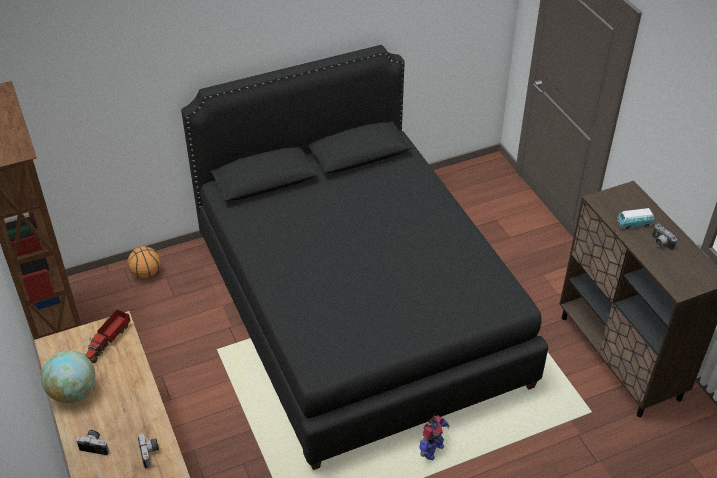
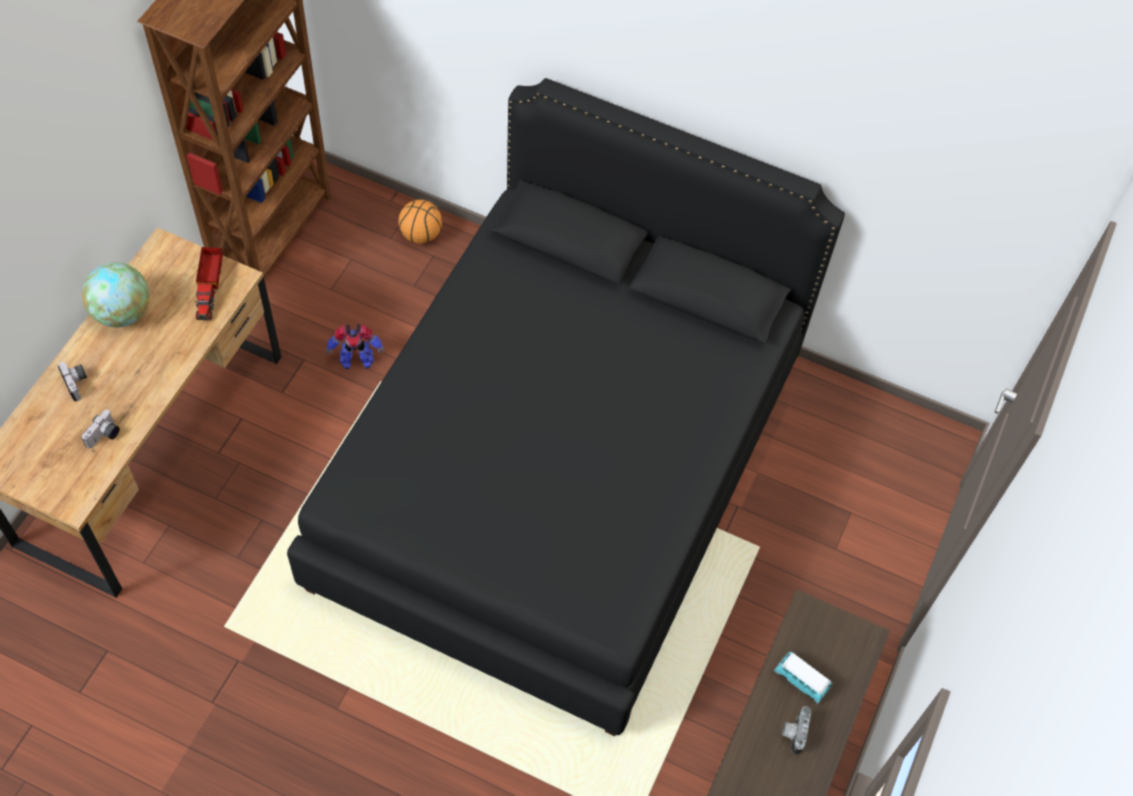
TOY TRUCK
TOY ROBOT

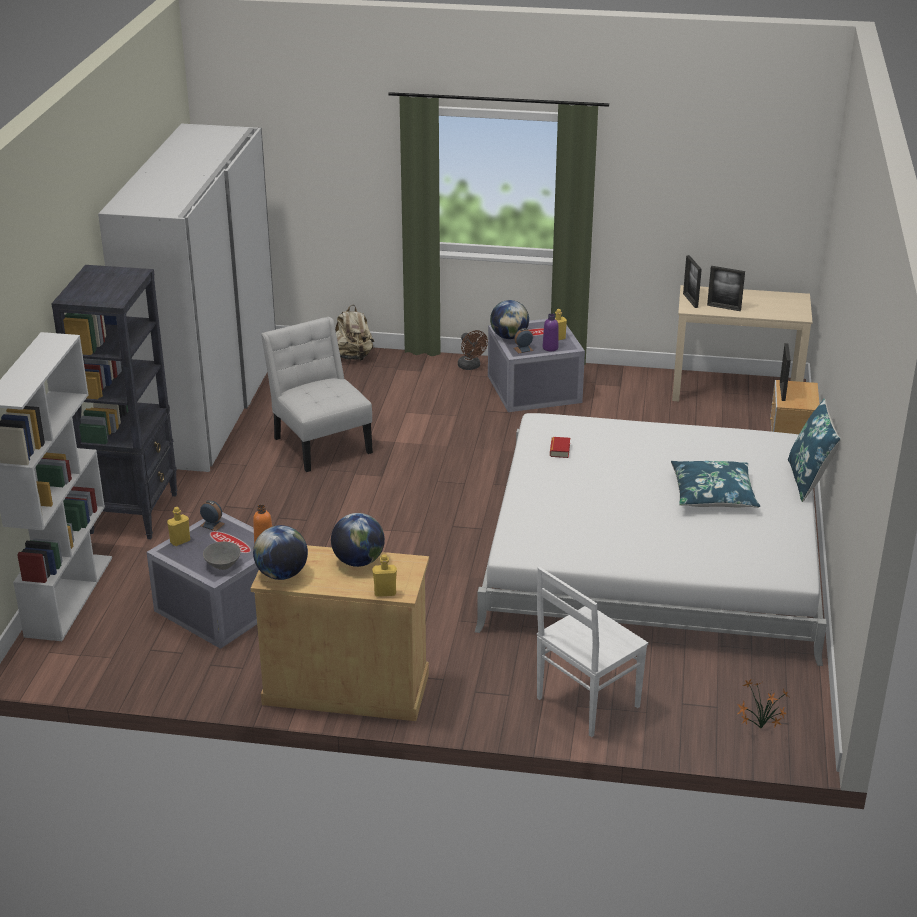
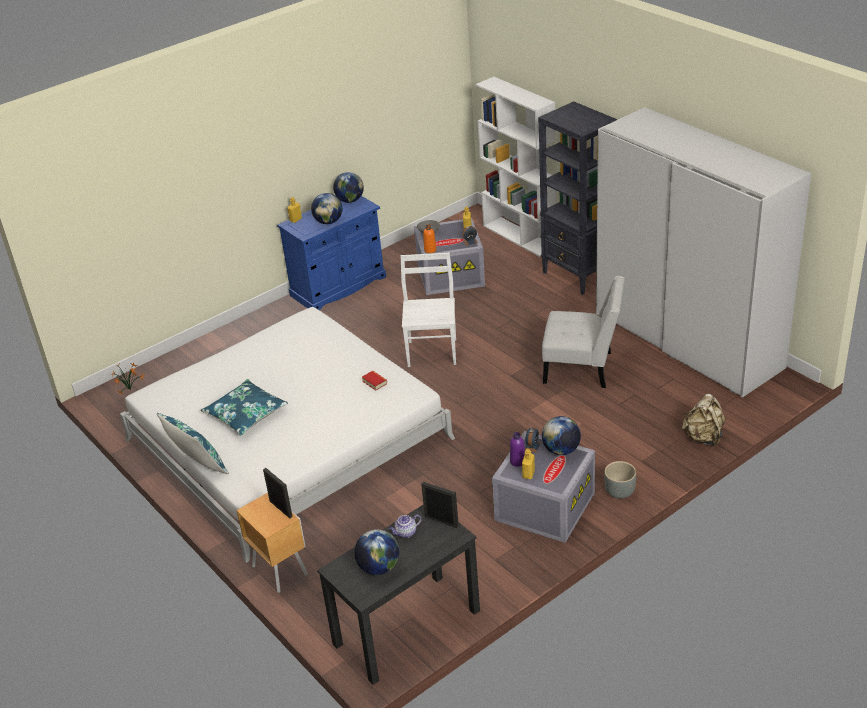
BLUE CABINET
GREY PLANTER
WHITE CHAIR (1st from left)
BLACK DESK
TEAPOT
GLOBE (3rd from left)

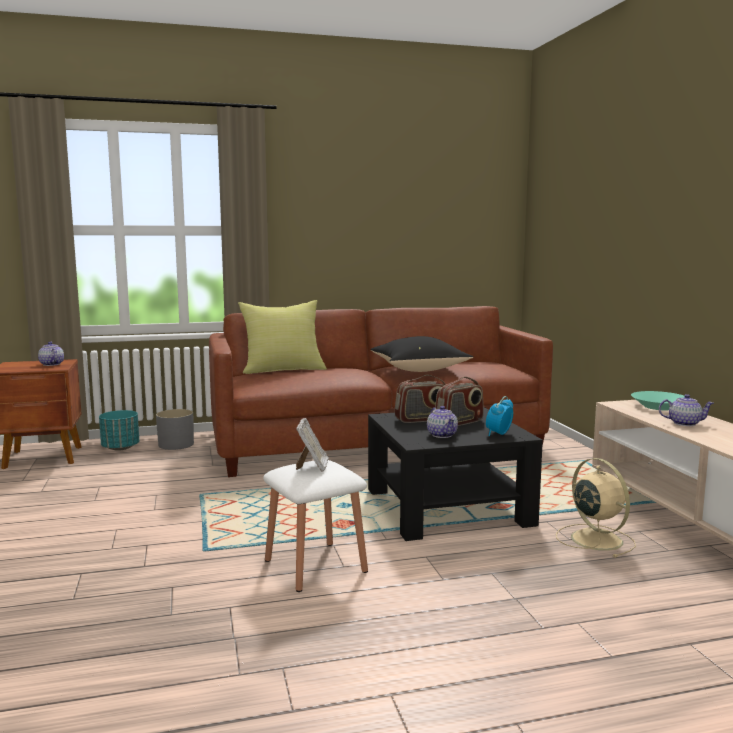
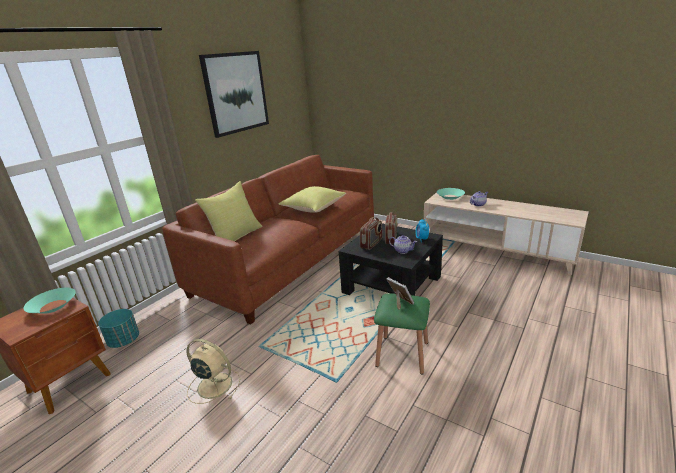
TURQUOISE BOWL (1st from left)
GREY PLANTER
GREEN STOOL
YELLOW PILLOW (2nd from left)
BEIGE FAN
PICTURE

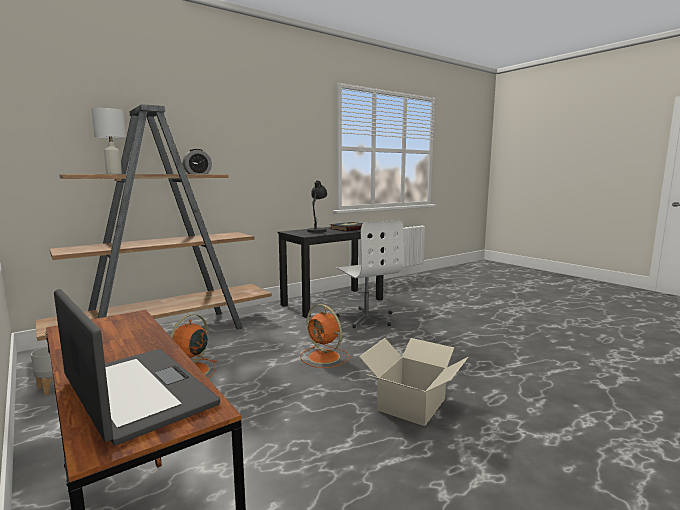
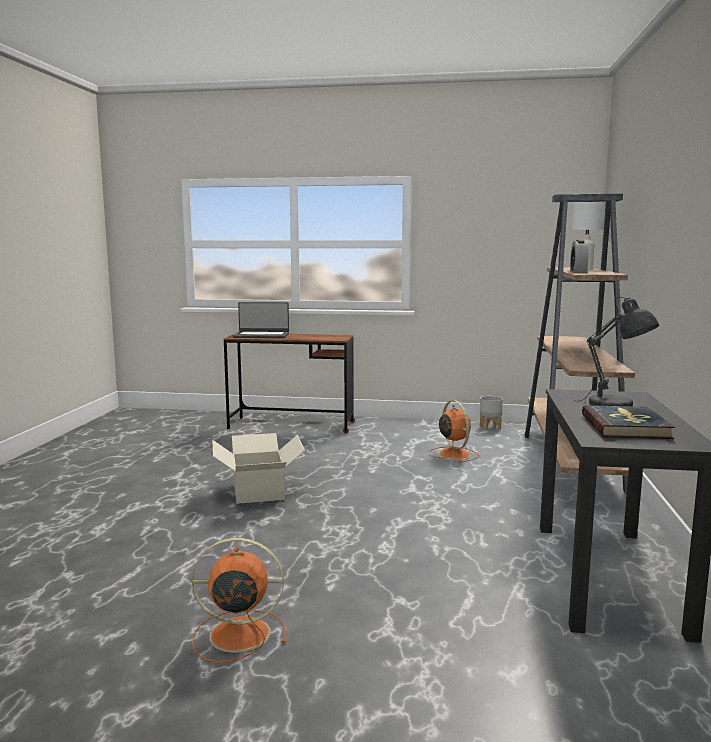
ORANGE FAN (1st from left)
WHITE OFFICE CHAIR

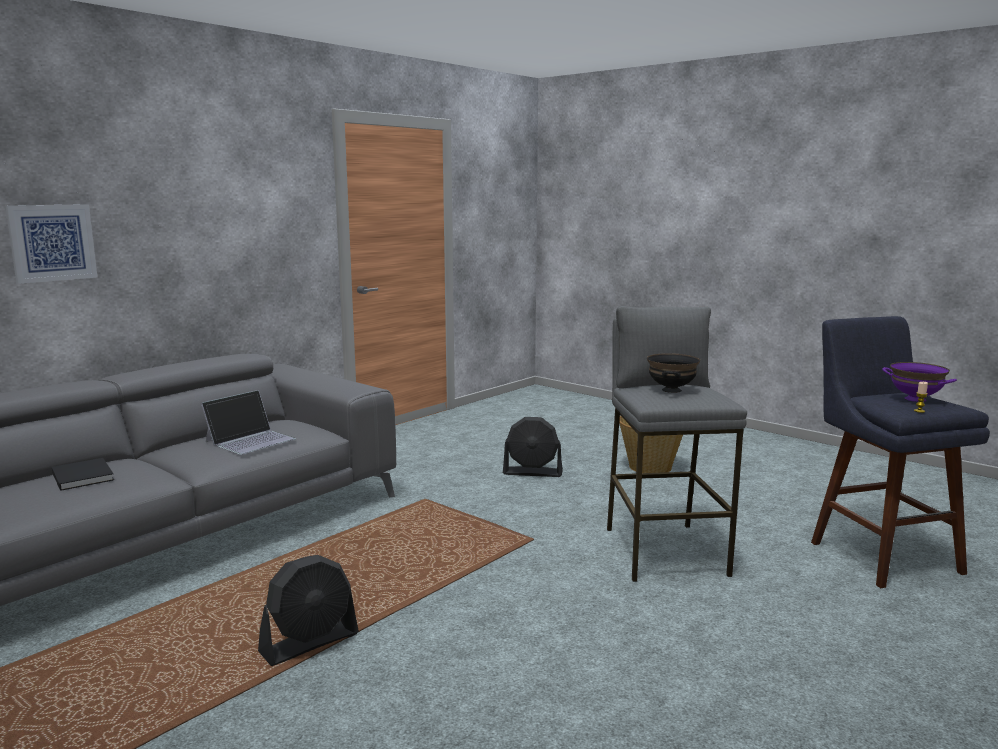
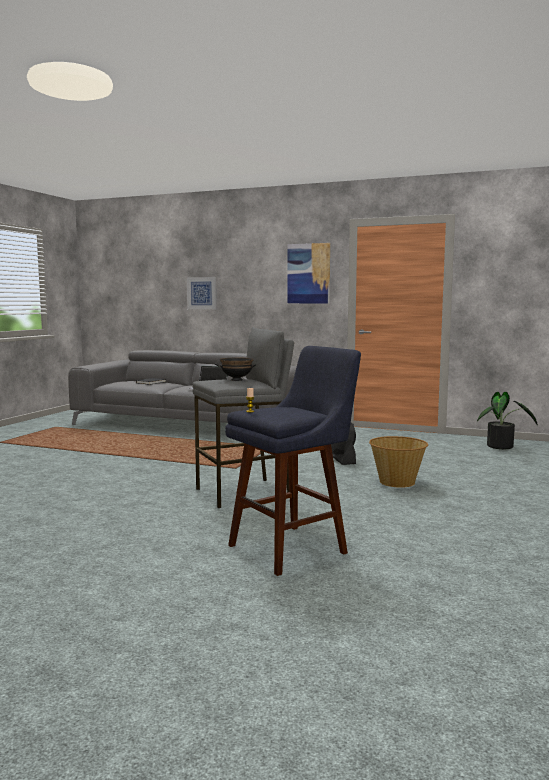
BLACK FAN (1st from left in the first image)
PURPLE BOWL
PICTURE (2nd from left)
POTTED PLANT

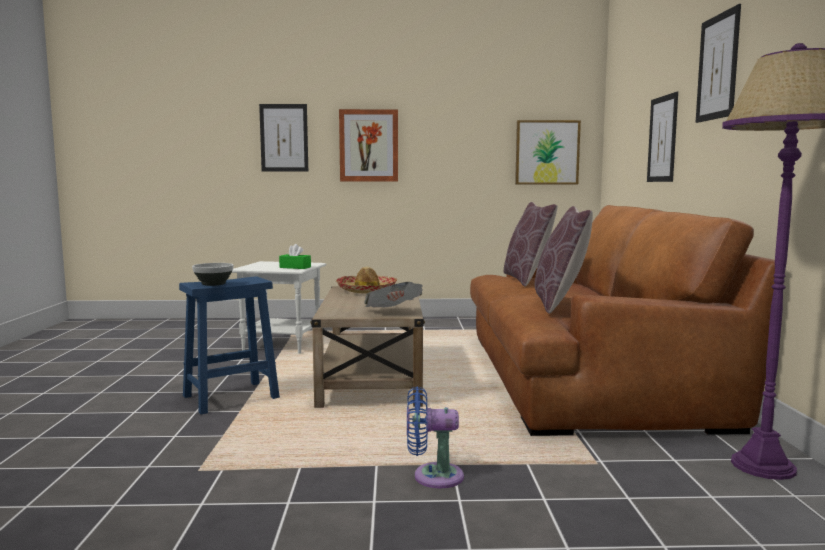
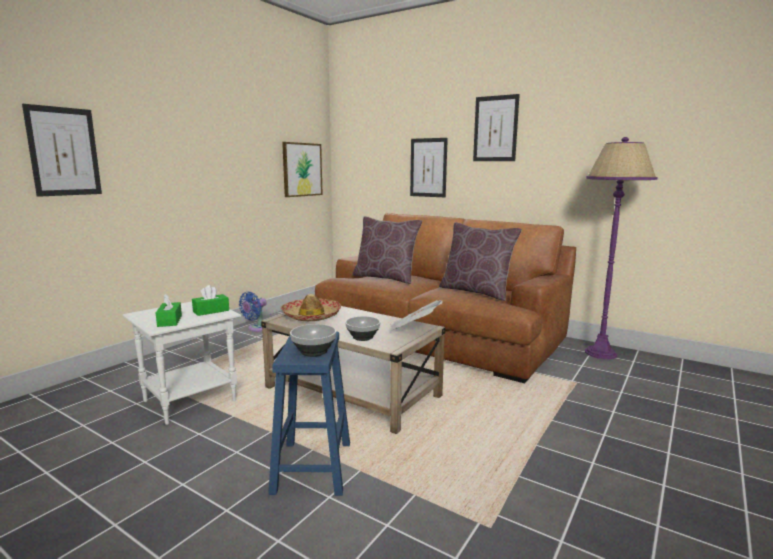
PICTURE (2nd from left in the first image)
BLUE FAN
GREEN TISSUE BOX (1st from left)
BOWL (2nd from left)

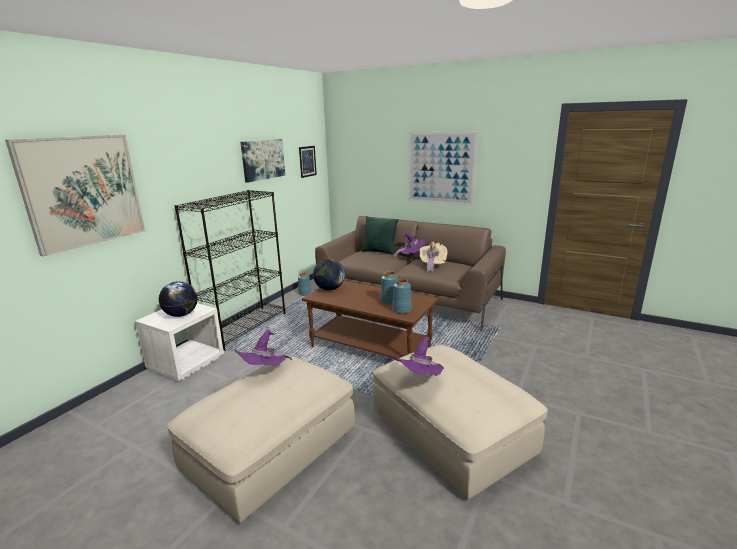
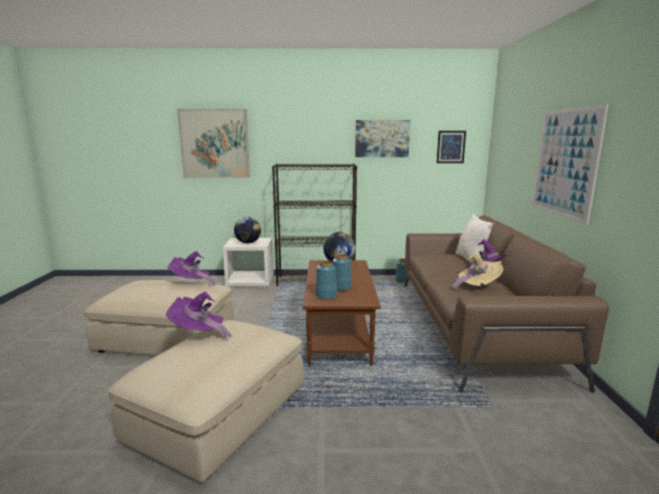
WHITE PILLOW

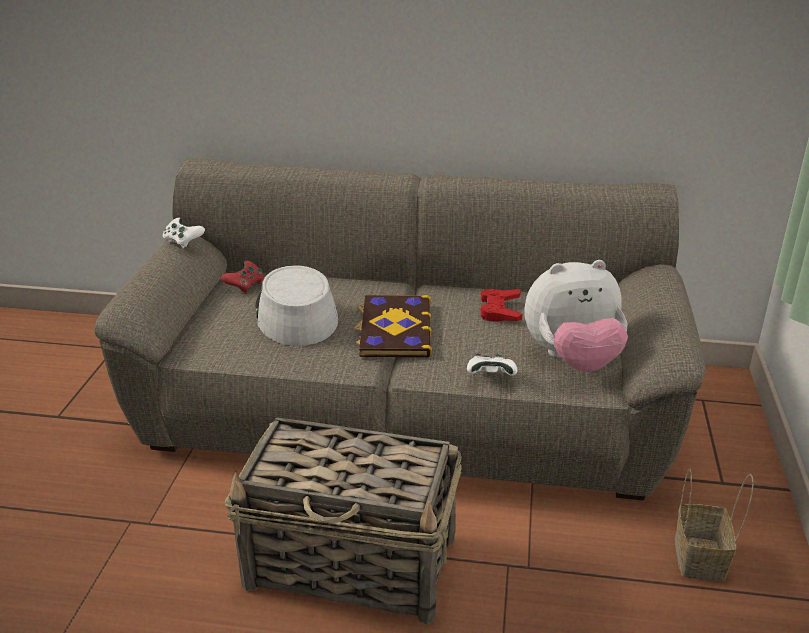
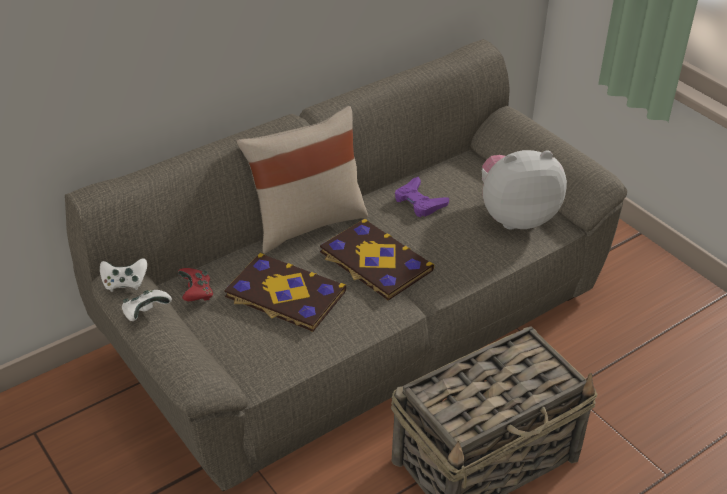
BOOK (1st from left)
WHITE GAME CONTROLLER (2nd from left)
PURPLE GAME CONTROLLER
PLUSH TOY
BASKET (2nd from left in the first image)
BEIGE PILLOW

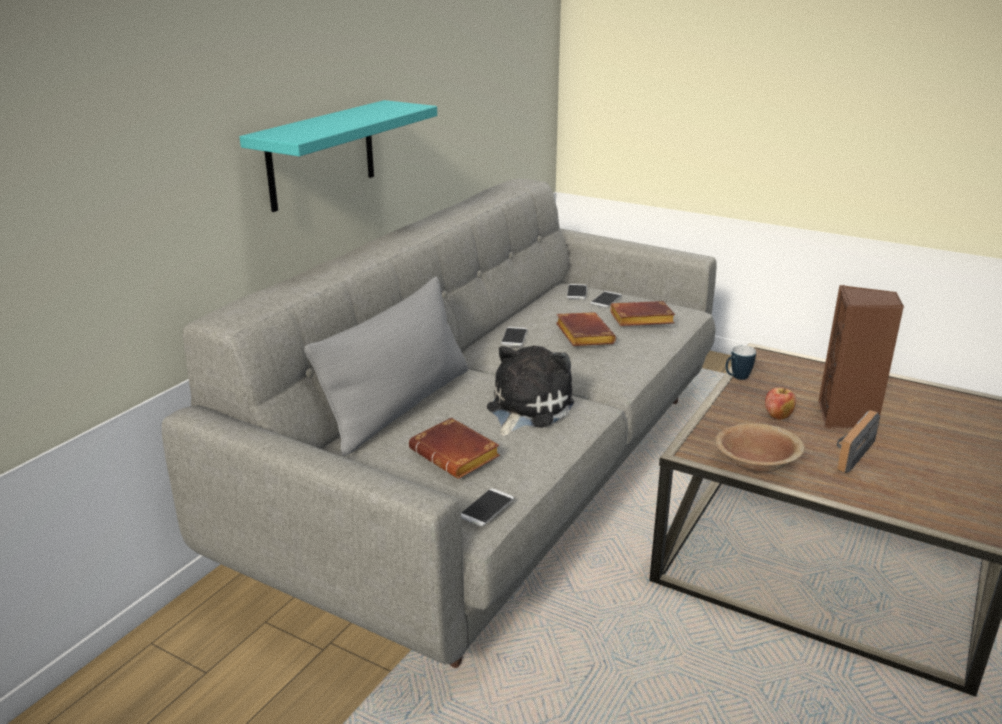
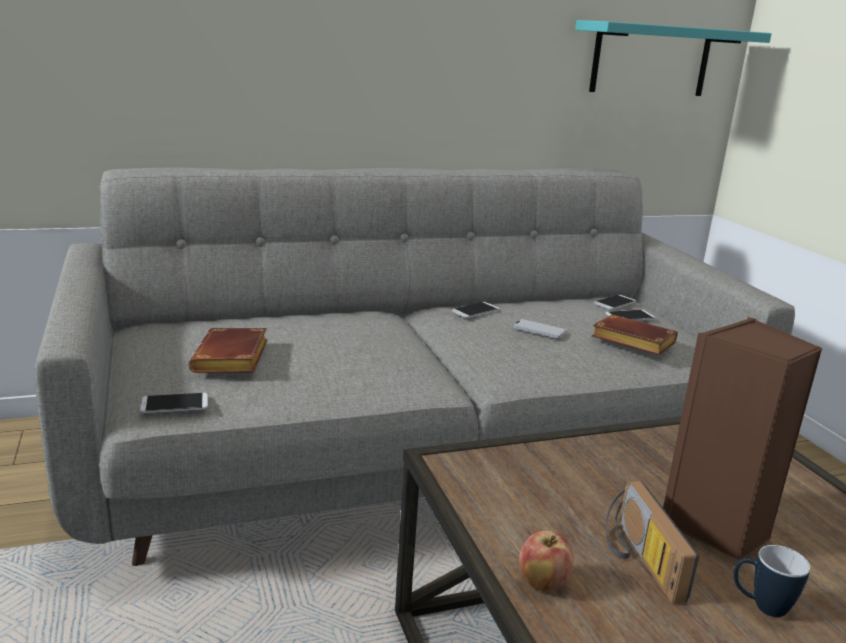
TURQUOISE SHELF
GREY PILLOW
PLUSH TOY
PHONE (3rd from left)
BROWN BOWL
MUG
APPLE
RADIO

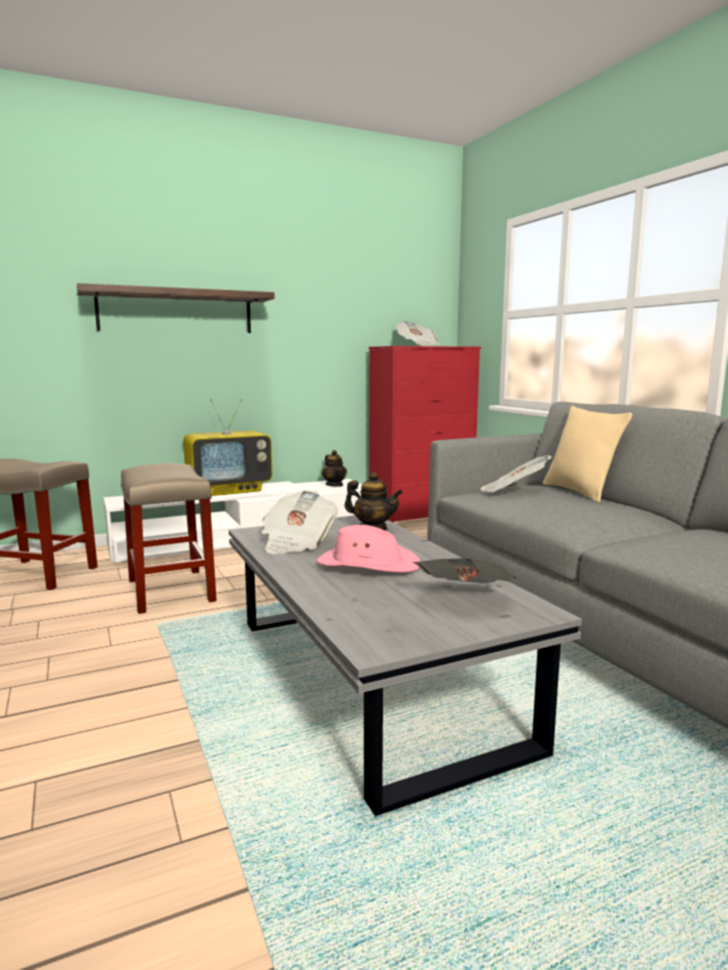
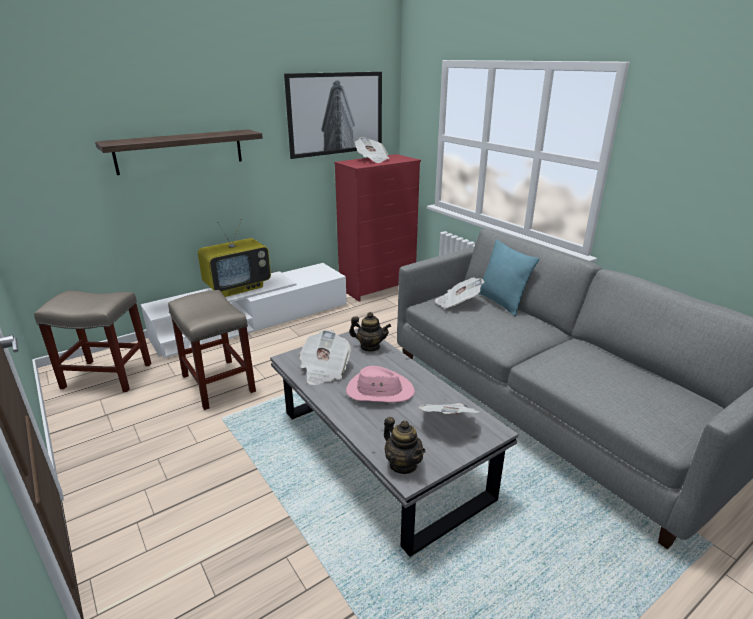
TEAPOT (2nd from left)
TURQUOISE PILLOW
PICTURE

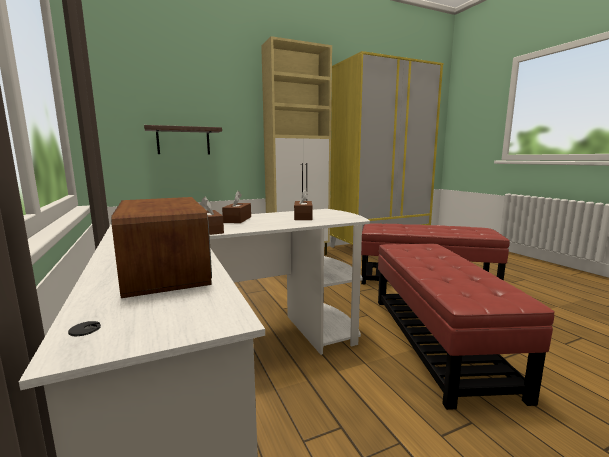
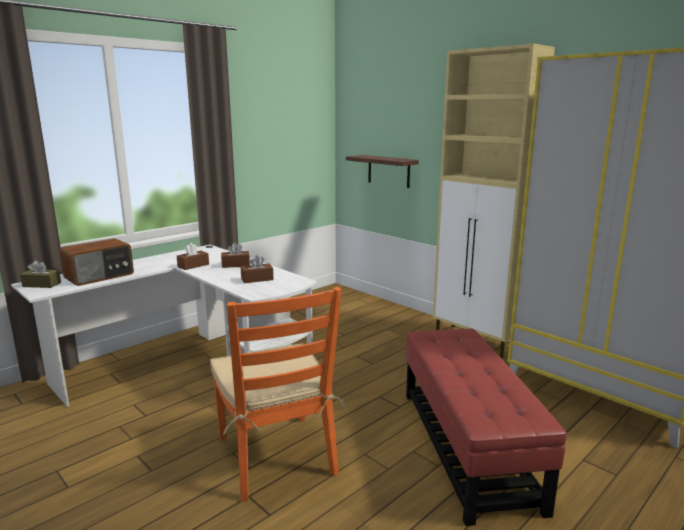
ORANGE CHAIR
BROWN TISSUE BOX (1st from left)

